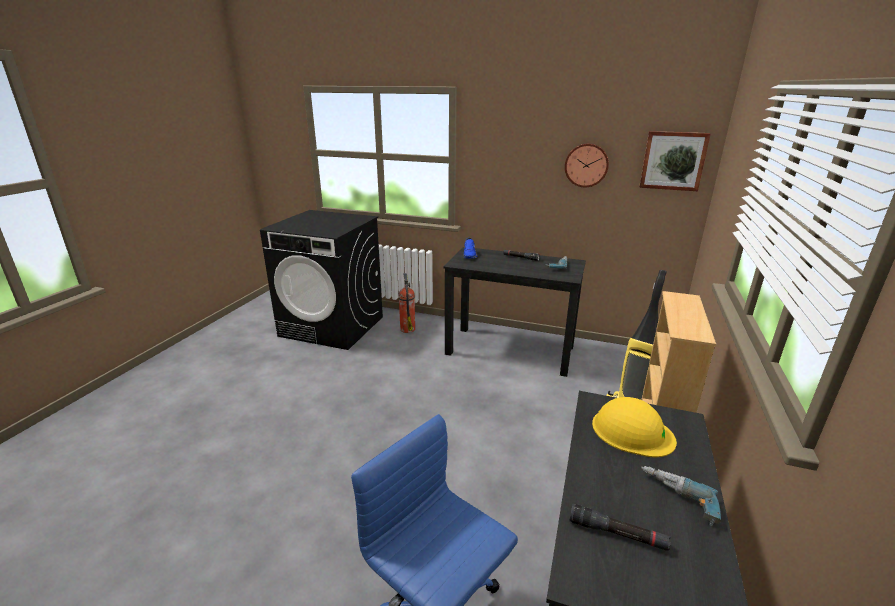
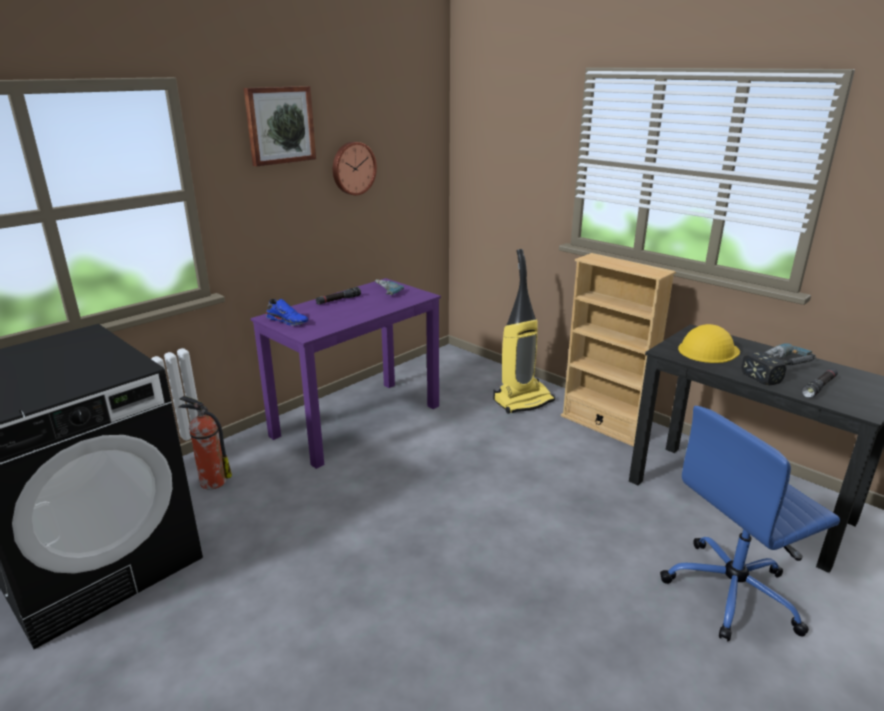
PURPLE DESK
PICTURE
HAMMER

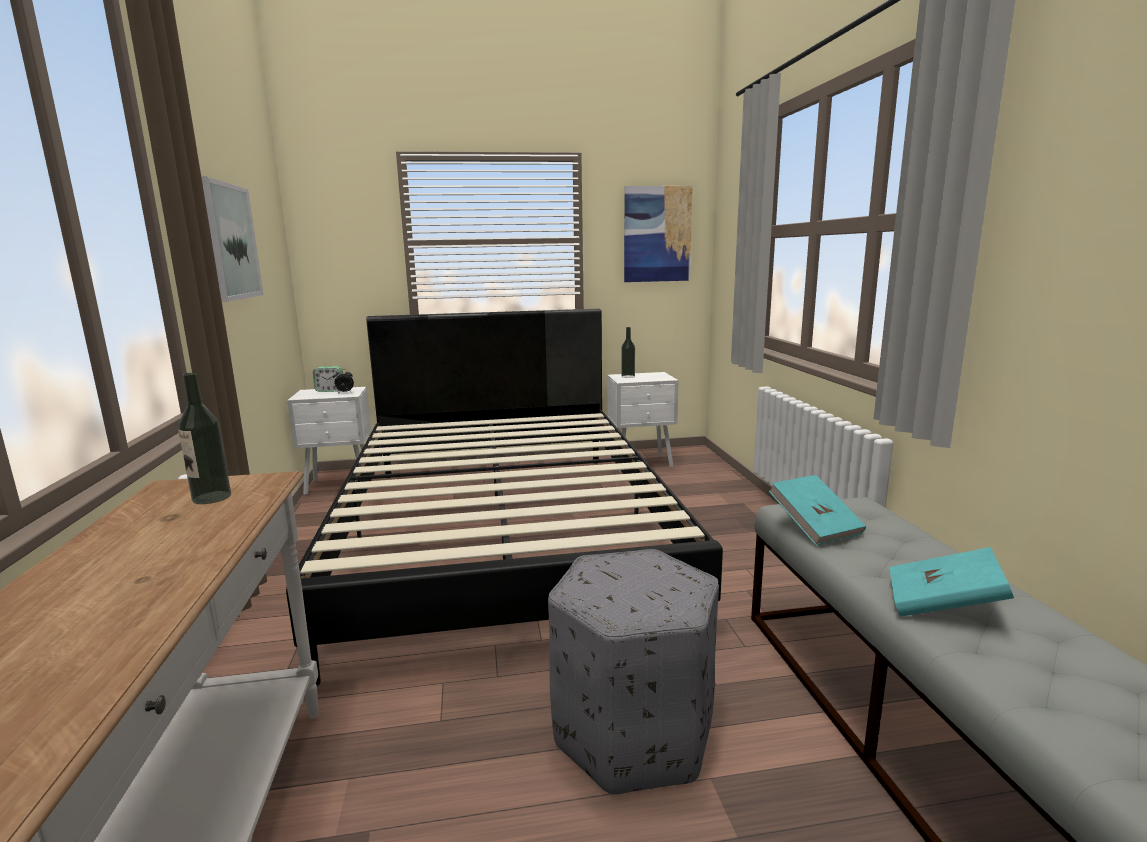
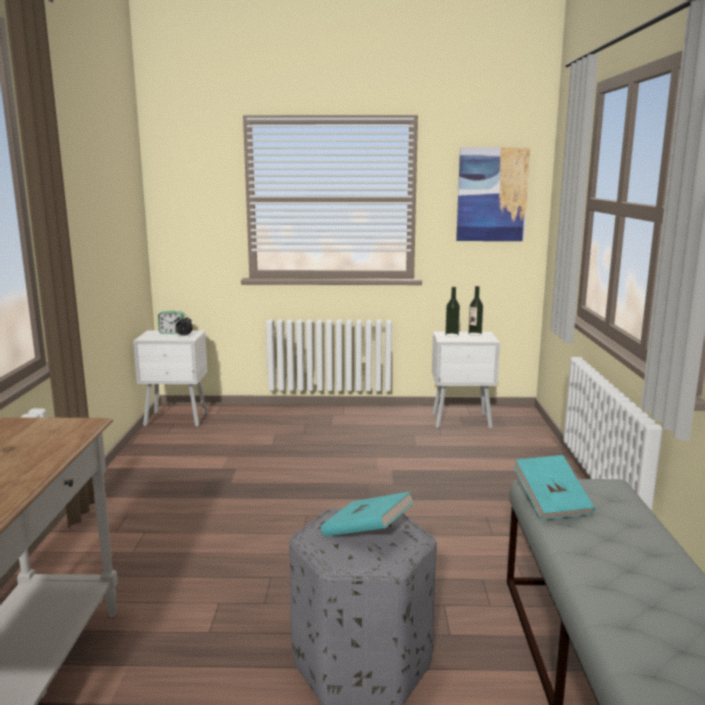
BOTTLE (2nd from left)
PICTURE (1st from left in the first image)
BLACK BED
TURQUOISE BOOK (1st from left)

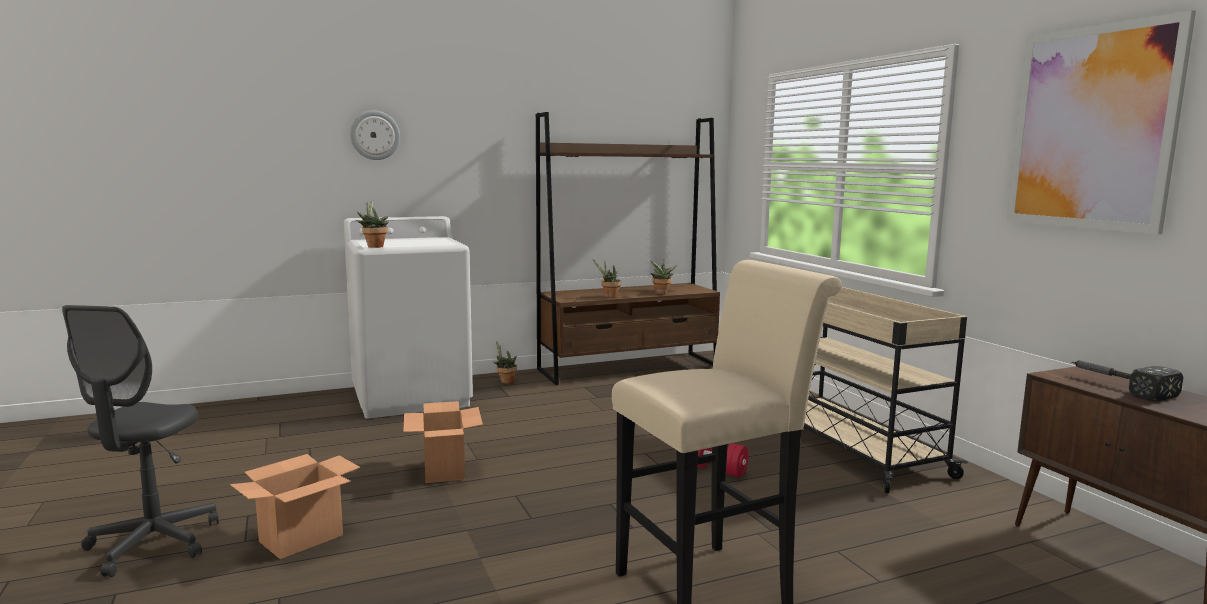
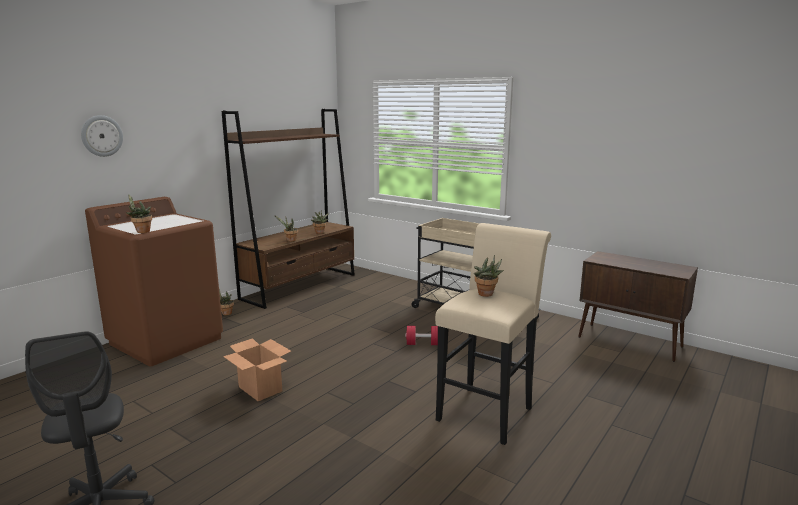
CARDBOARD BOX (1st from left in the first image)
BROWN WASHING MACHINE
PICTURE
HAMMER
POTTED PLANT (5th from left)

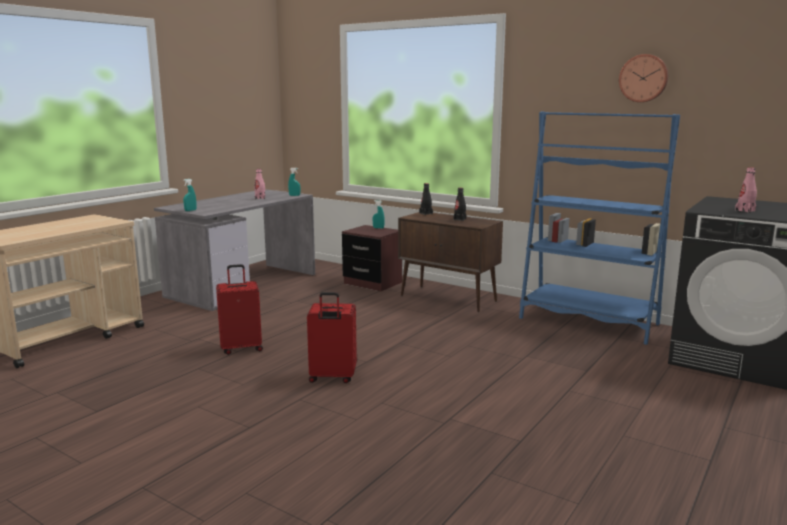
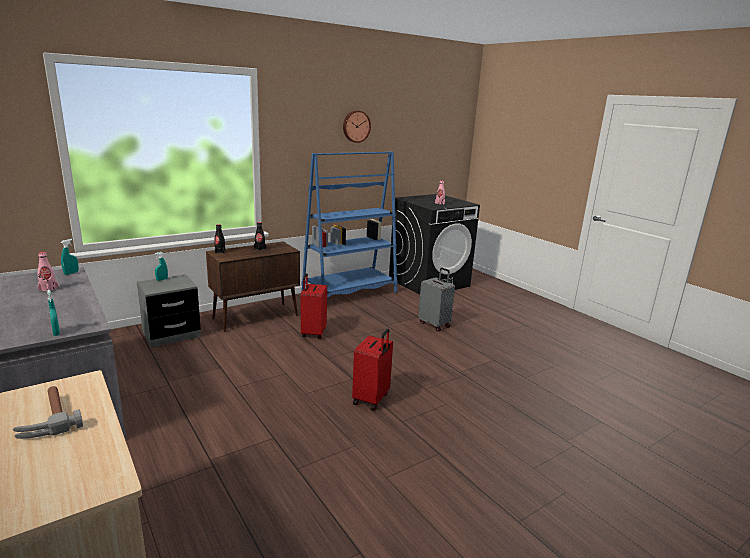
RED SUITCASE (1st from left)
GREY NIGHTSTAND
HAMMER
GREY SUITCASE

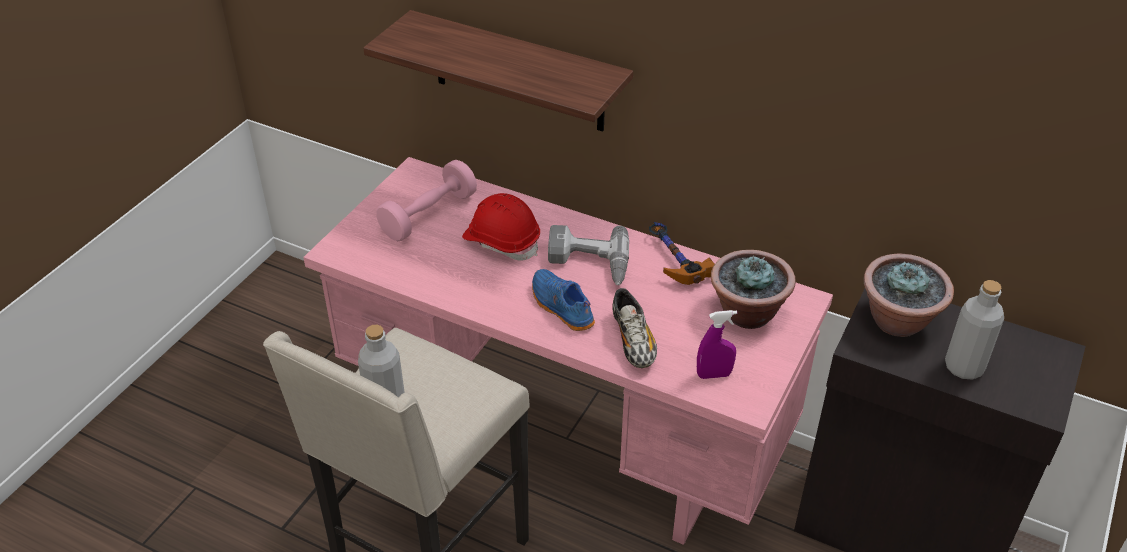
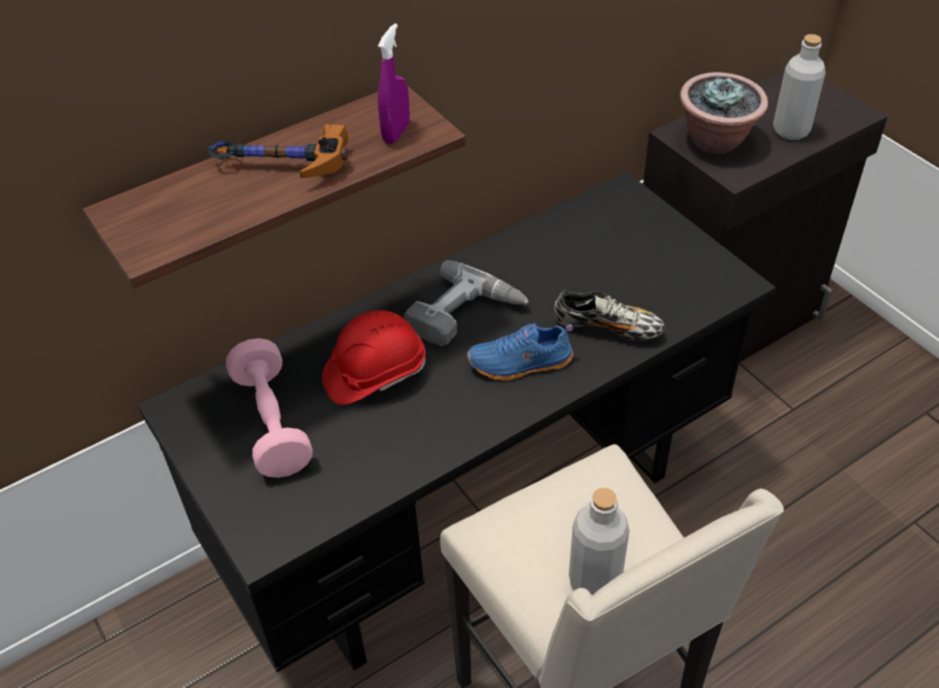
BLACK DESK
HAMMER
PURPLE SPRAY BOTTLE
POTTED PLANT (1st from left in the first image)

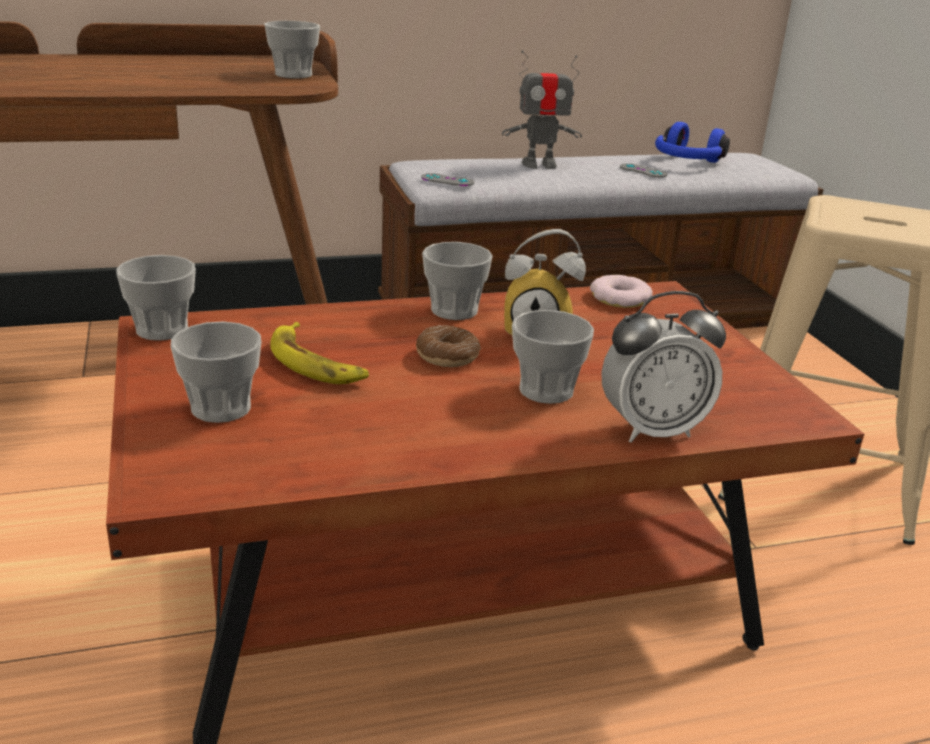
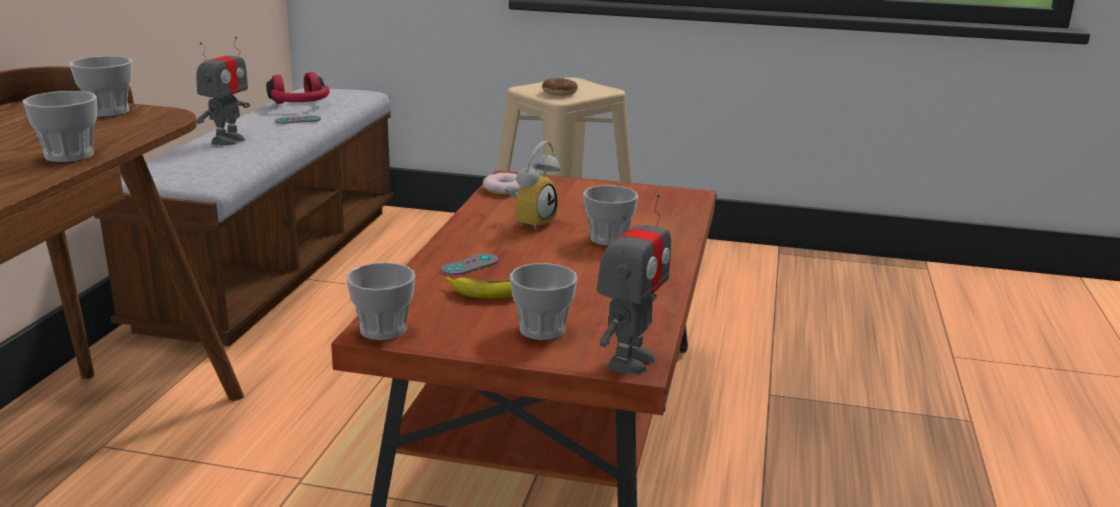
DONUT (2nd from left)
GREY GAME CONTROLLER (2nd from left)
CUP (1st from left)
ALARM CLOCK (2nd from left in the first image)
RED HEADPHONES
TOY ROBOT (2nd from left)

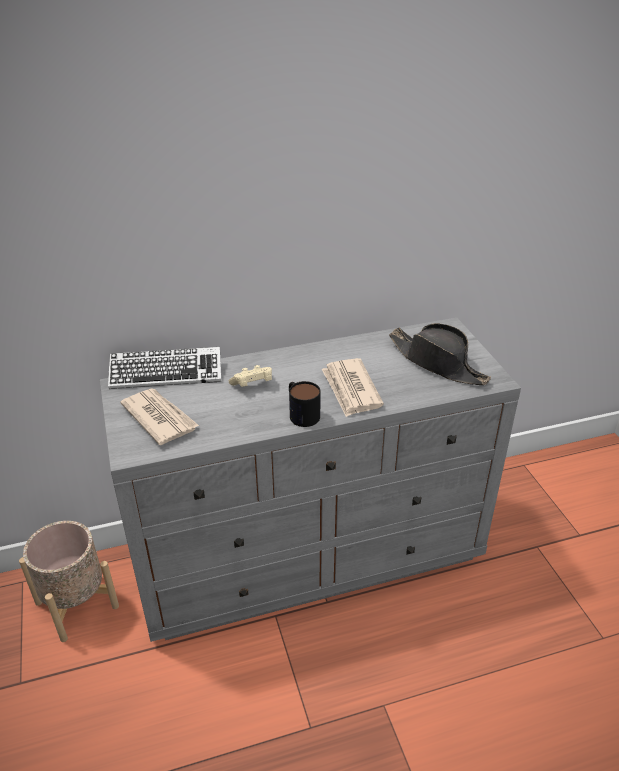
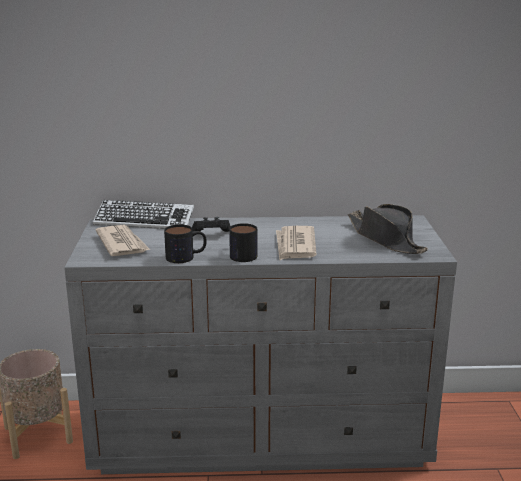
BLACK GAME CONTROLLER
MUG (1st from left)

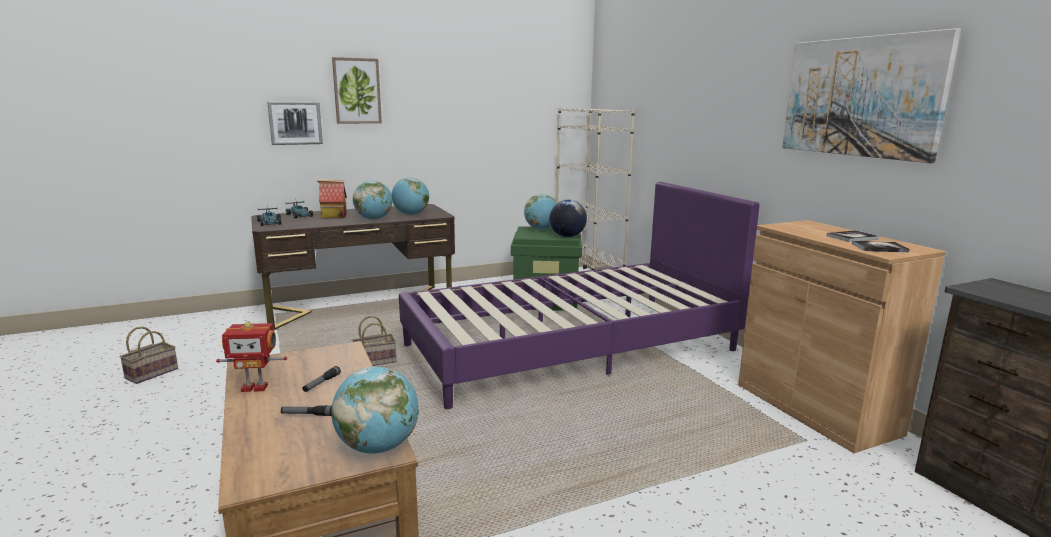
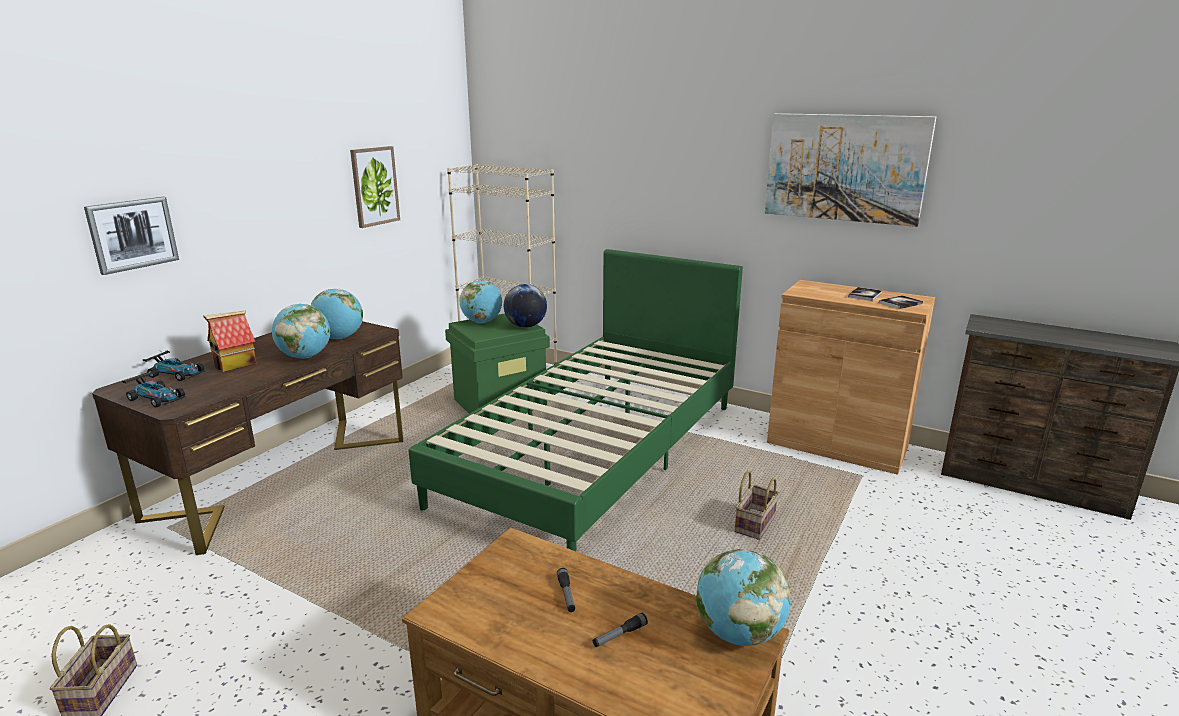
TOY ROBOT
PICTURE (2nd from left)
BASKET (2nd from left)
GREEN BED

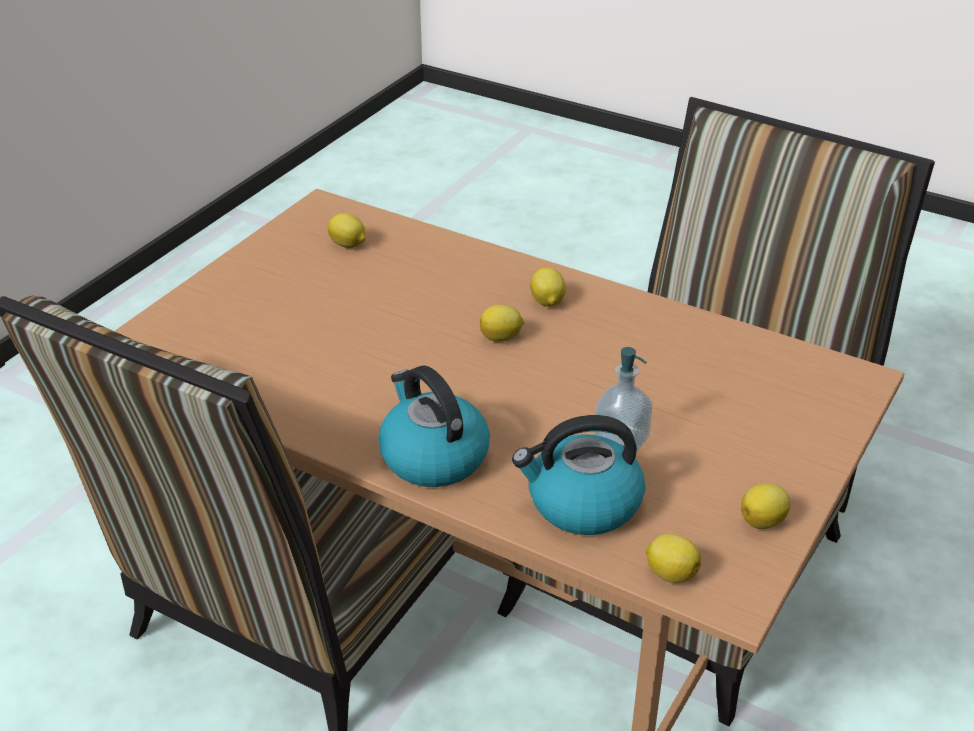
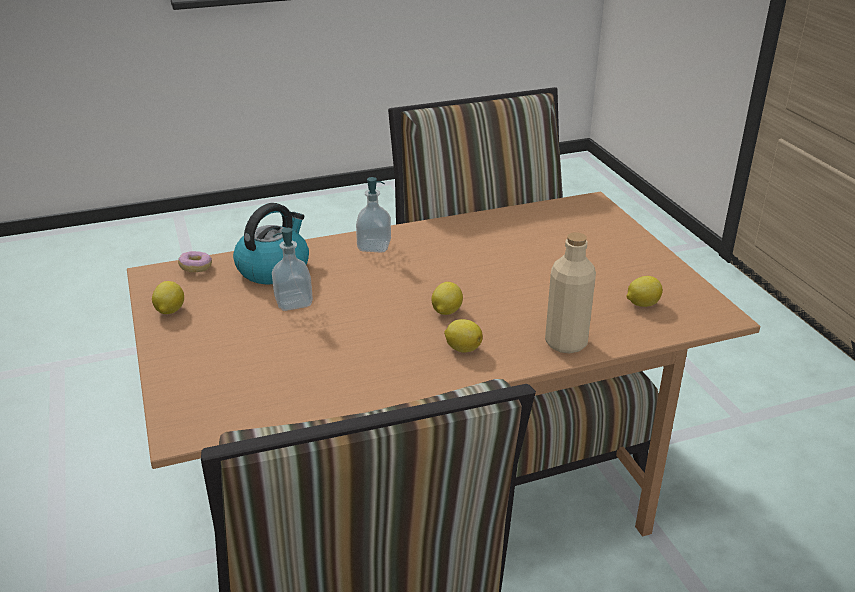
SOAP DISPENSER (2nd from left)
DONUT
BEIGE BOTTLE

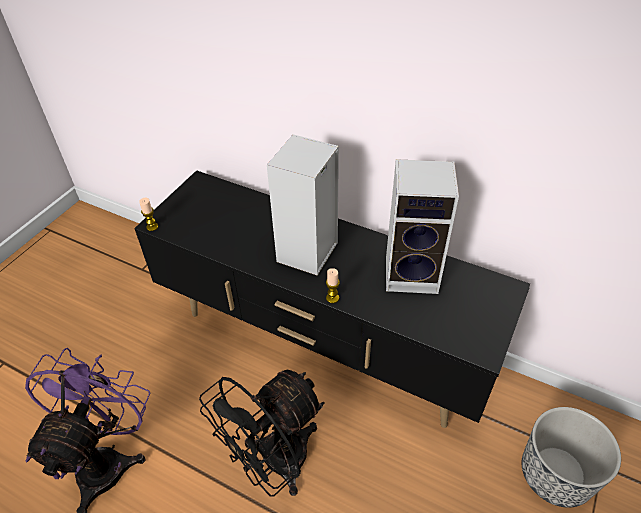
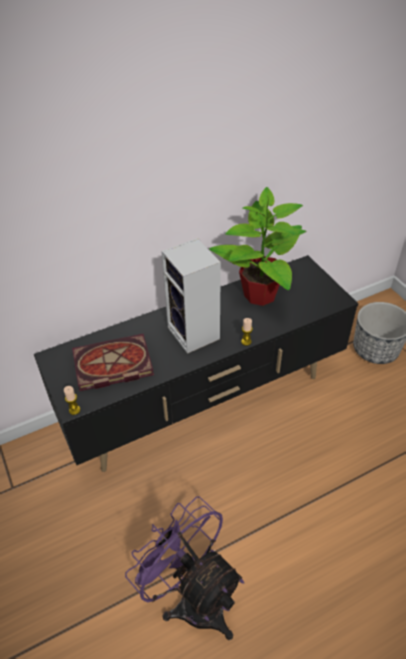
BLACK FAN
POTTED PLANT
BOOK

